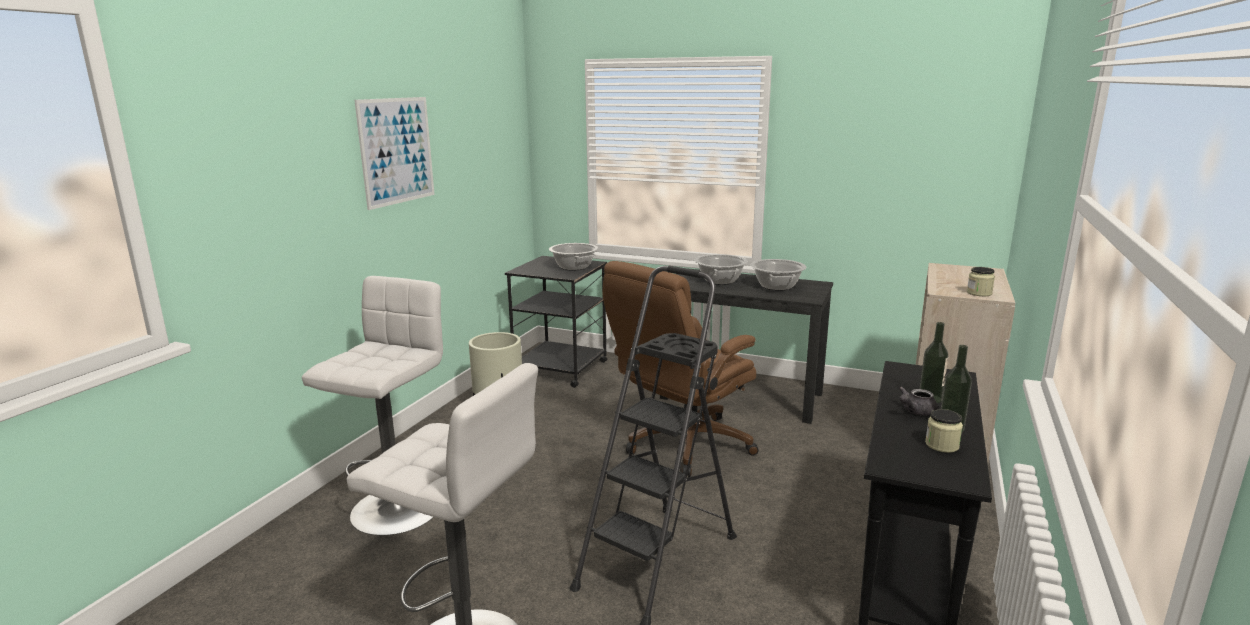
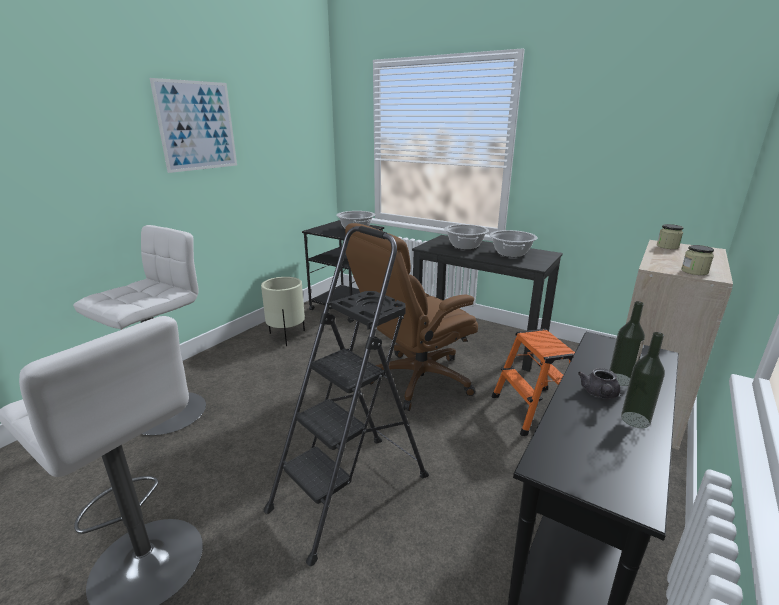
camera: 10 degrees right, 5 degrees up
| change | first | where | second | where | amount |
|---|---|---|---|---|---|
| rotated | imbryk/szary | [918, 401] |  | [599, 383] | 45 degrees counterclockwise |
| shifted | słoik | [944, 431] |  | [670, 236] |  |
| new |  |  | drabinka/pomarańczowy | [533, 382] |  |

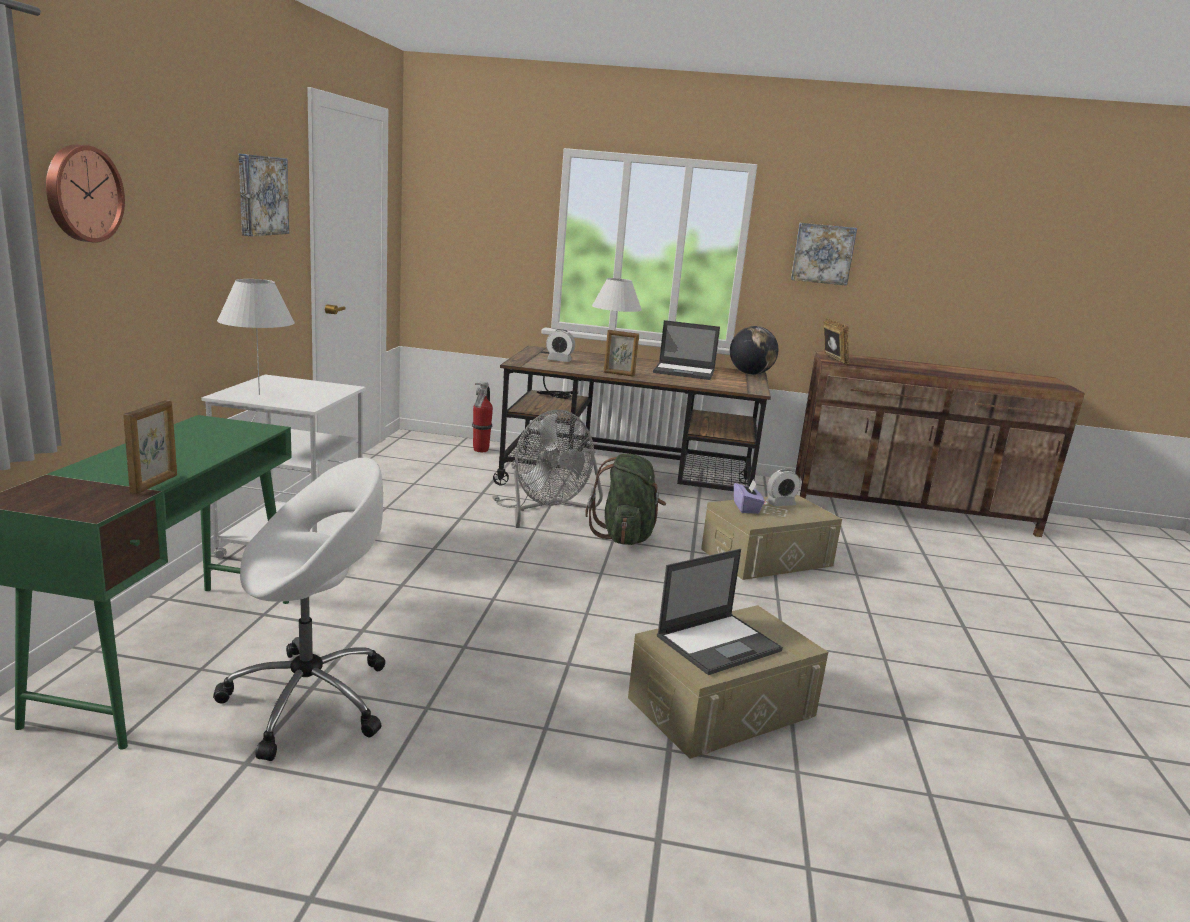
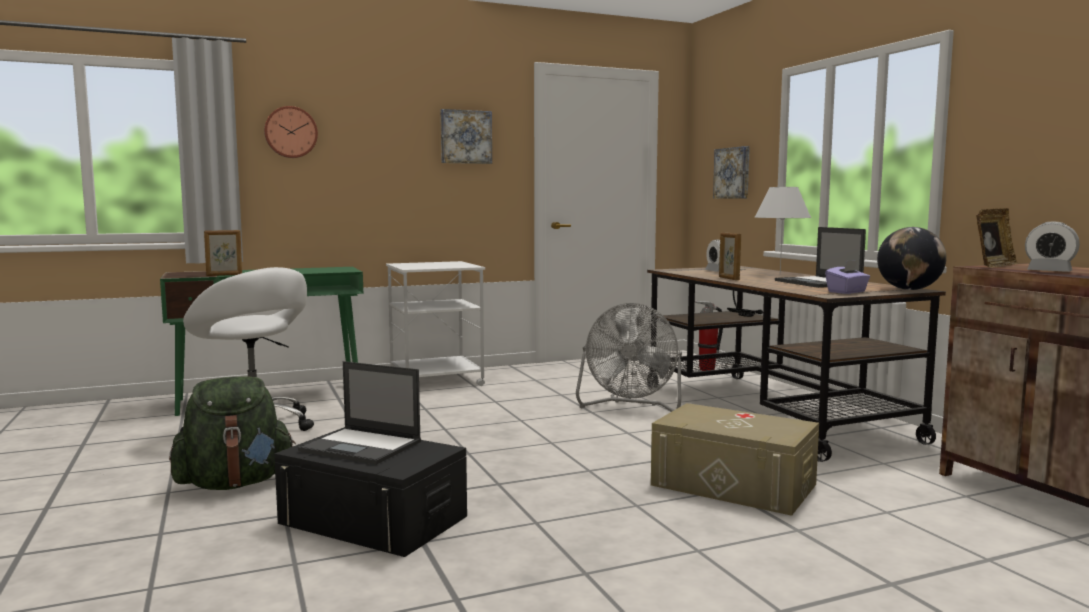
camera: 60 degrees right, 10 degrees down
| change | first | where | second | where | amount |
|---|---|---|---|---|---|
| shifted | obraz | [824, 254] |  | [731, 172] |  |
| gone | lampa stołowa/biały | [256, 337] |  |  |  |
| shifted | plecak/zielony | [625, 499] |  | [232, 433] |  |
| shifted | budzik | [783, 487] |  | [1052, 247] |  |
| shifted | pudełko chusteczek/fioletowy | [749, 497] |  | [847, 277] |  |
| repainted | pojemnik do przechowywania/beżowy | [728, 682] | pojemnik do przechowywania/czarny | [370, 492] |  |

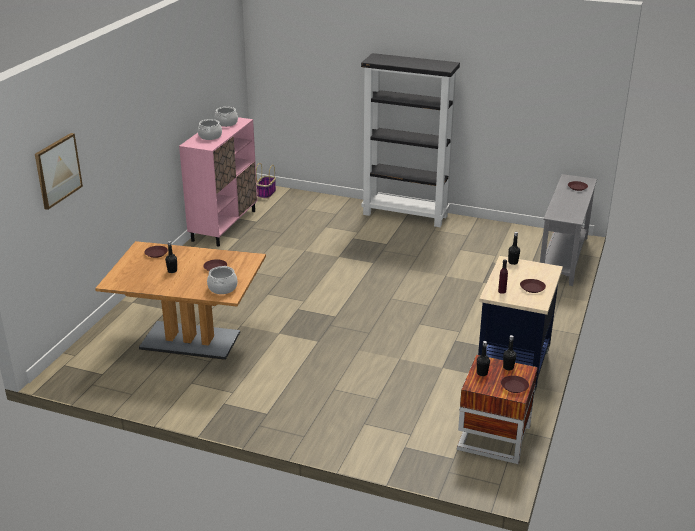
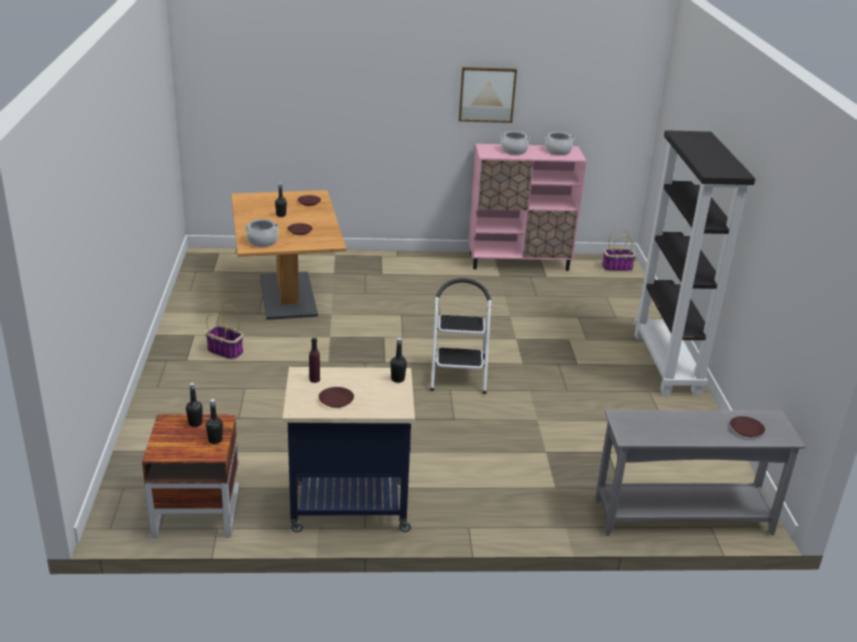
camera: 65 degrees right, 0 degrees up
| change | first | where | second | where | amount |
|---|---|---|---|---|---|
| shifted | obraz | [59, 171] |  | [488, 95] |  |
| gone | talerz/brązowy | [515, 384] |  |  |  |
| new |  |  | drabinka | [460, 336] |  |
| new |  |  | koszyk | [224, 332] |  |

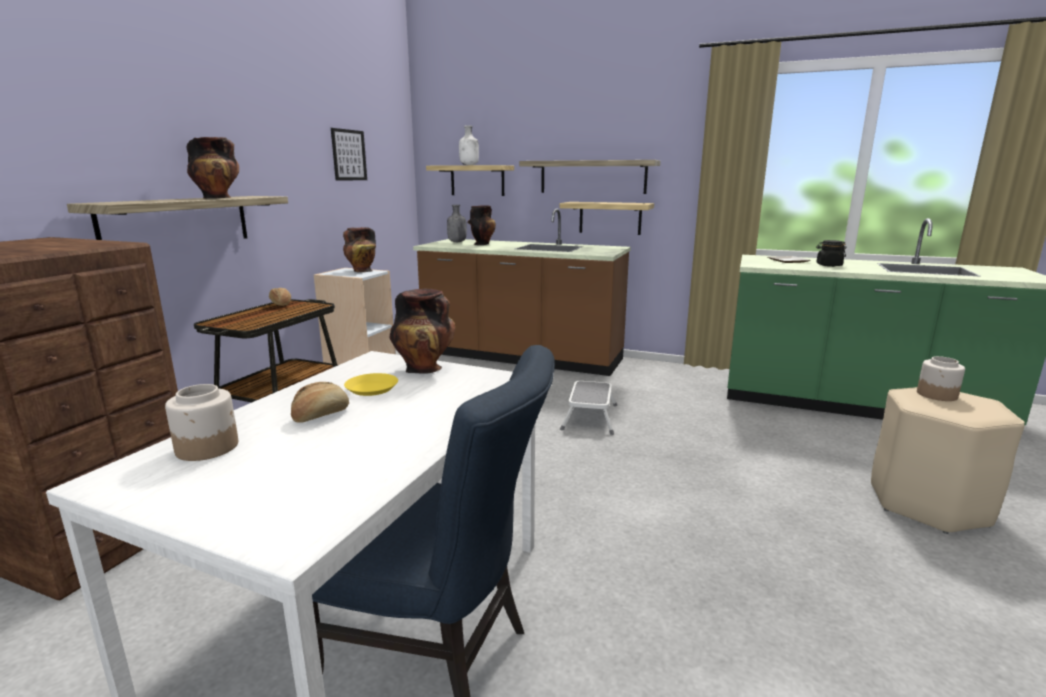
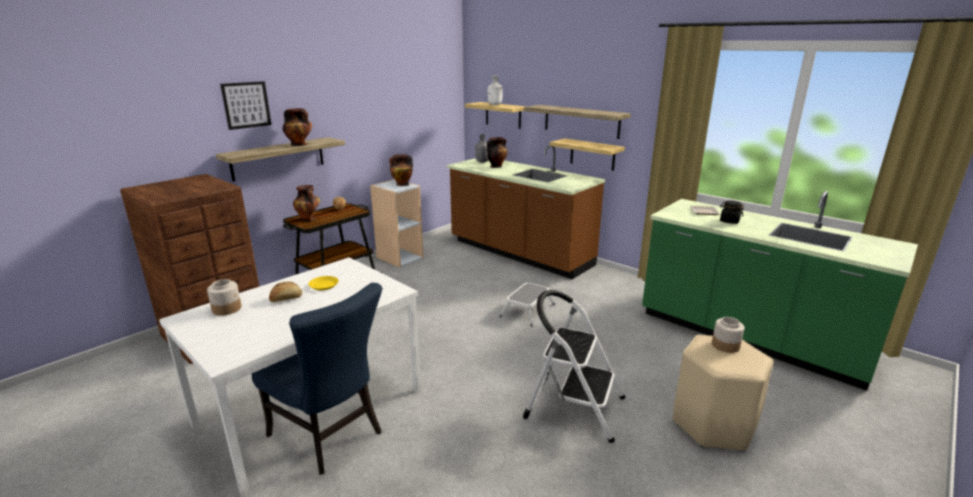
camera: 20 degrees right, 5 degrees up
| change | first | where | second | where | amount |
|---|---|---|---|---|---|
| shifted | obraz | [349, 154] |  | [246, 105] |  |
| shifted | wazon | [422, 331] |  | [306, 203] |  |
| new |  |  | drabinka | [574, 366] |  |

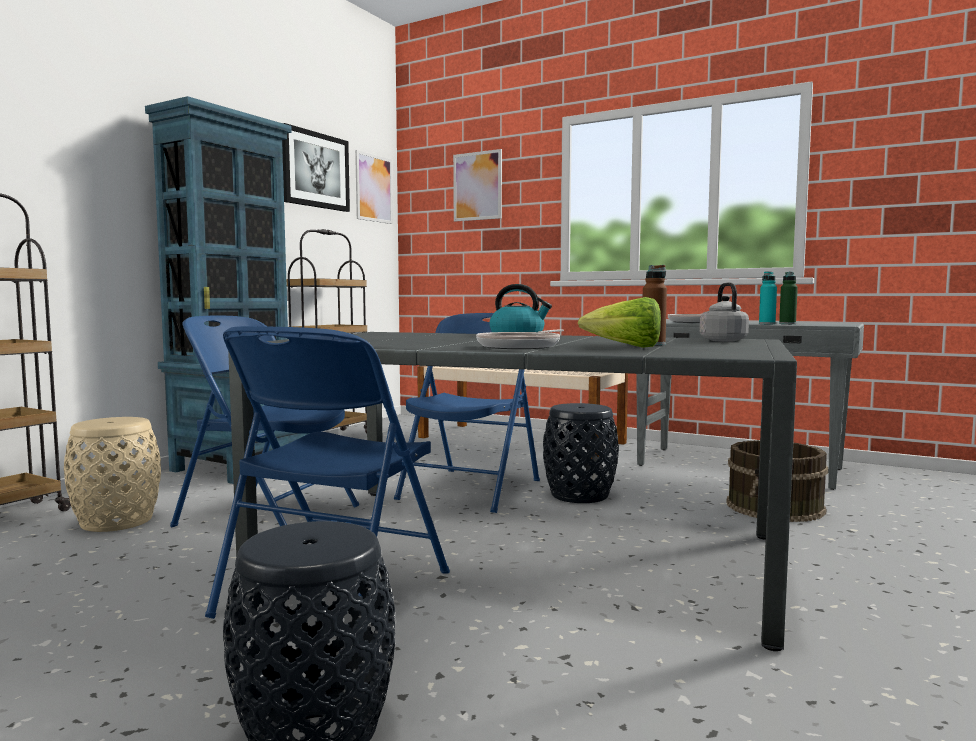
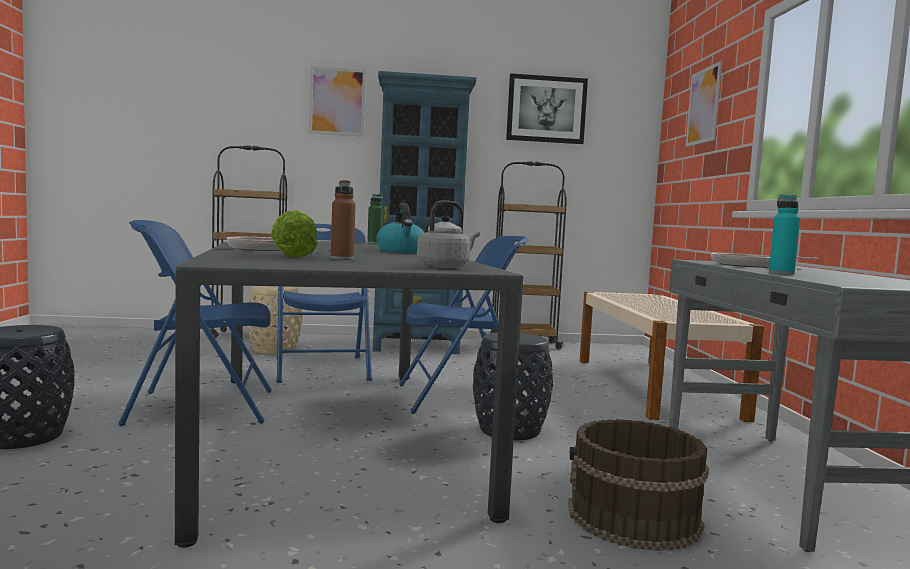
camera: 55 degrees right, 0 degrees up
| change | first | where | second | where | amount |
|---|---|---|---|---|---|
| shifted | obraz | [374, 187] |  | [337, 101] |  |
| shifted | butelka/zielony | [788, 298] |  | [375, 219] |  |

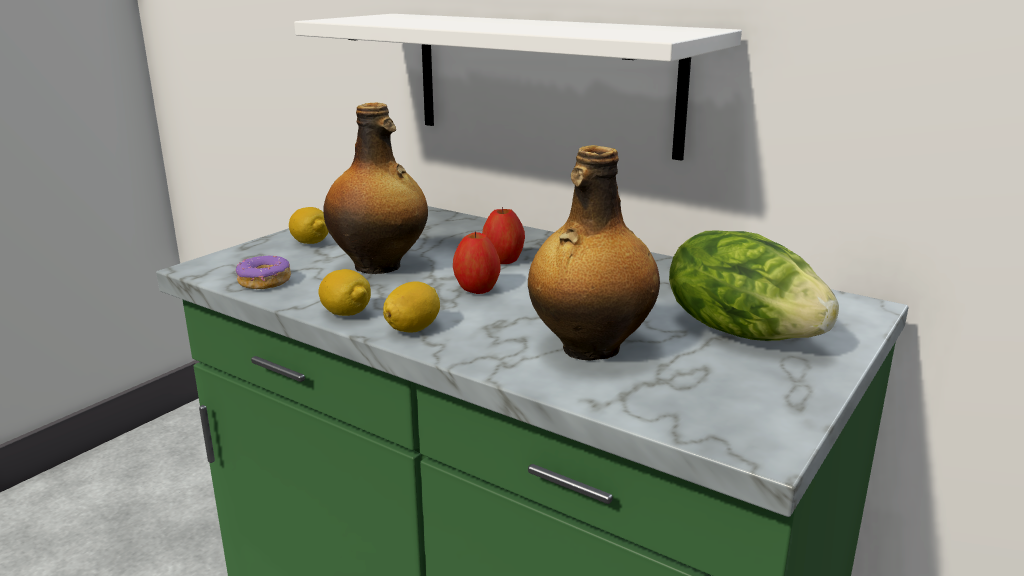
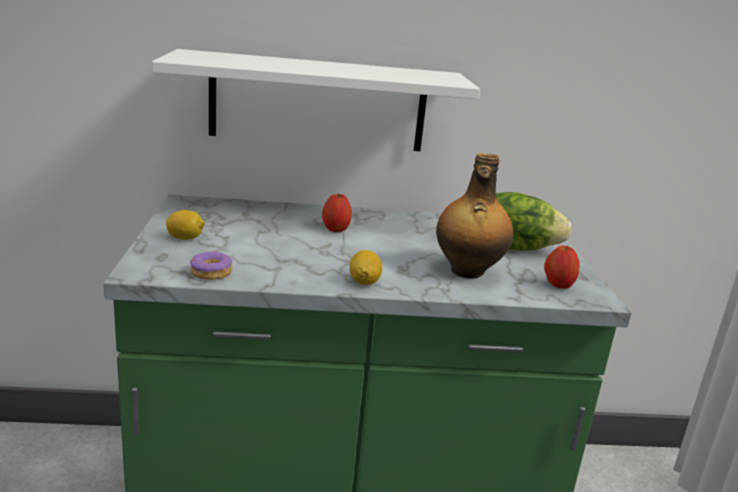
camera: 40 degrees left, 0 degrees up
| change | first | where | second | where | amount |
|---|---|---|---|---|---|
| gone | butelka | [375, 188] |  |  |  |
| shifted | jabłko | [477, 262] |  | [562, 267] |  |
| gone | cytryna | [344, 292] |  |  |  |

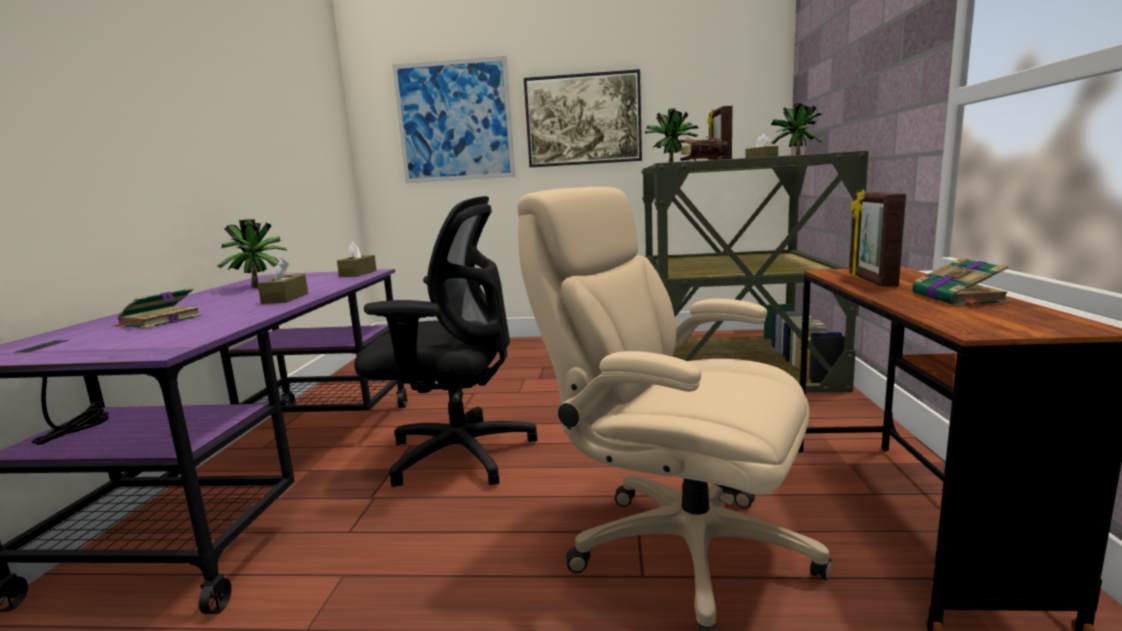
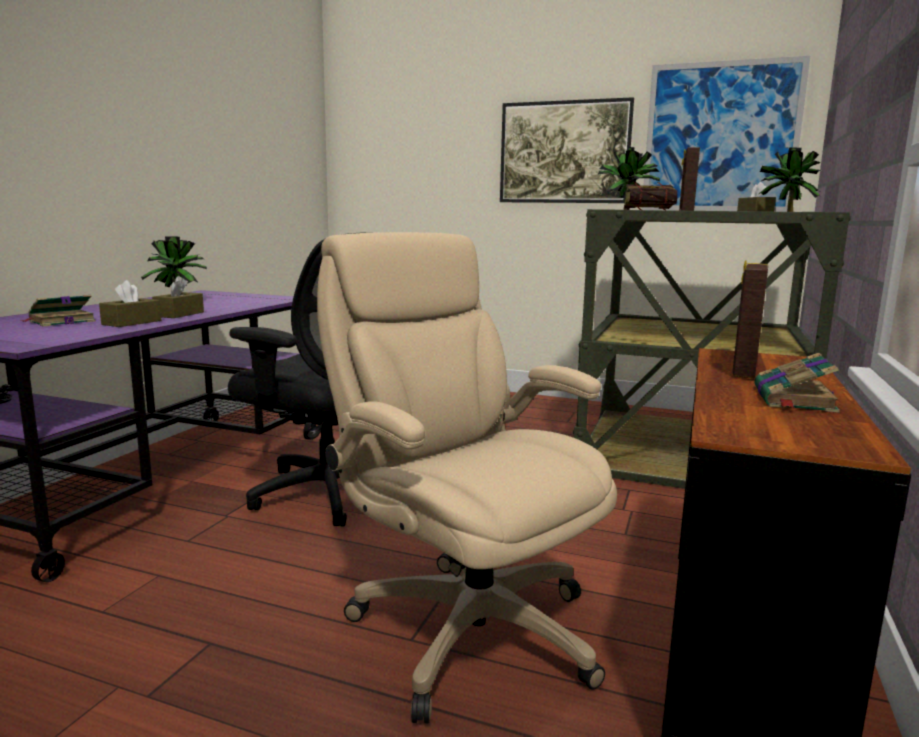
camera: 15 degrees right, 0 degrees up
| change | first | where | second | where | amount |
|---|---|---|---|---|---|
| shifted | obraz | [453, 119] |  | [726, 134] |  |
| shifted | pudełko chusteczek/brązowy | [357, 259] |  | [130, 303] |  |

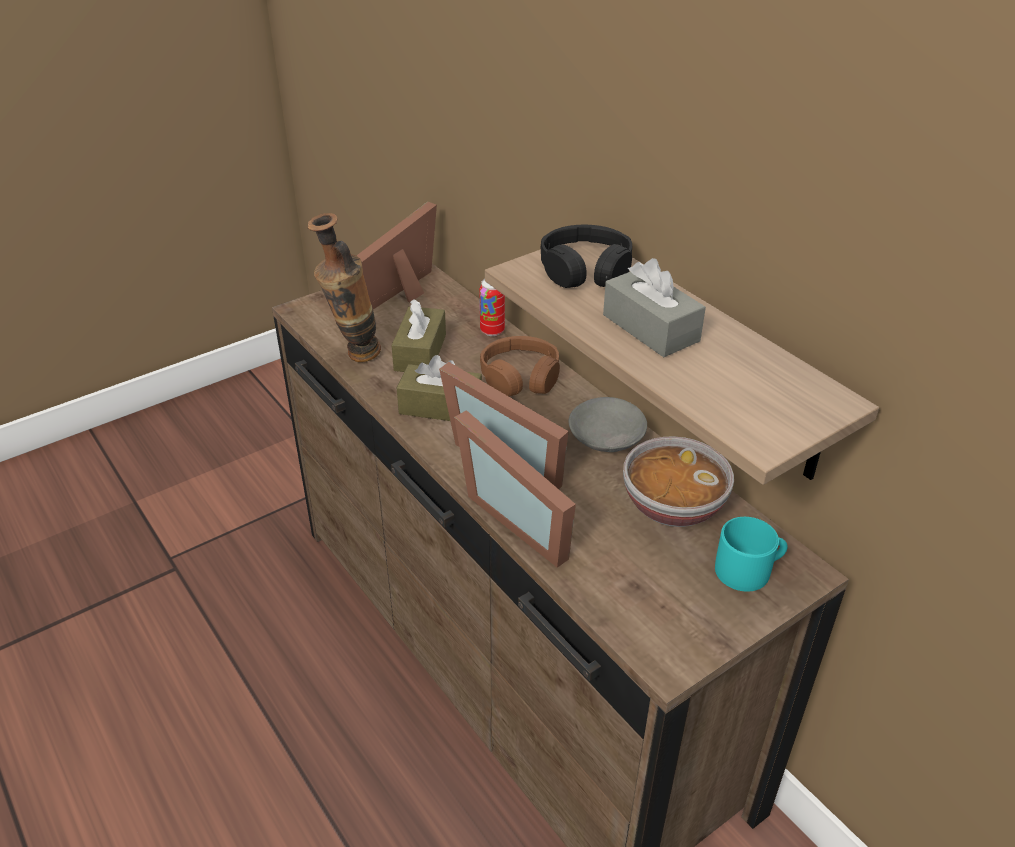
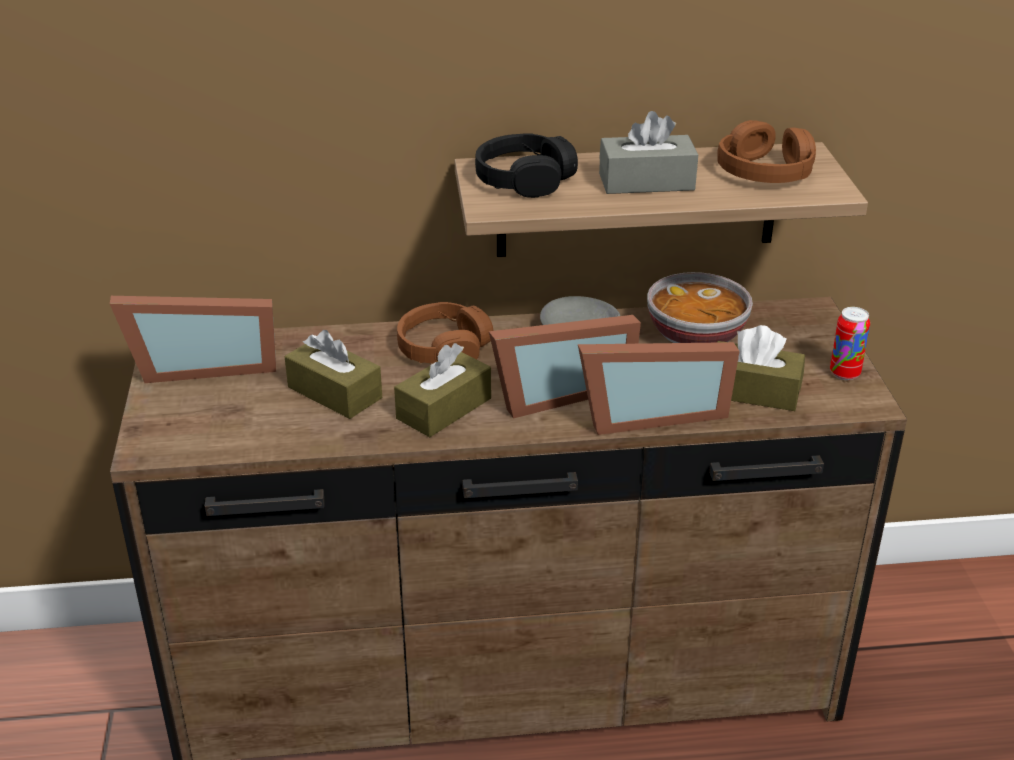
camera: 60 degrees left, 5 degrees down
| change | first | where | second | where | amount |
|---|---|---|---|---|---|
| rotated | ramka na zdjęcie | [396, 255] |  | [193, 339] | 75 degrees counterclockwise |
| gone | wazon | [344, 287] |  |  |  |
| shifted | puszka | [492, 307] |  | [850, 343] |  |
| gone | kubek/turkusowy | [751, 554] |  |  |  |
| new |  |  | słuchawki/brązowy | [766, 151] |  |
| new |  |  | pudełko chusteczek/brązowy | [761, 368] |  |

